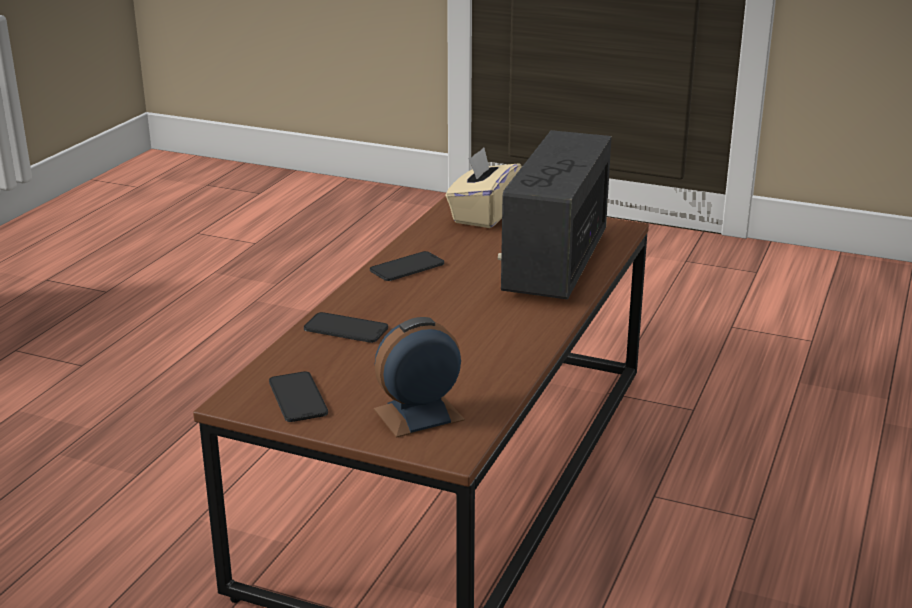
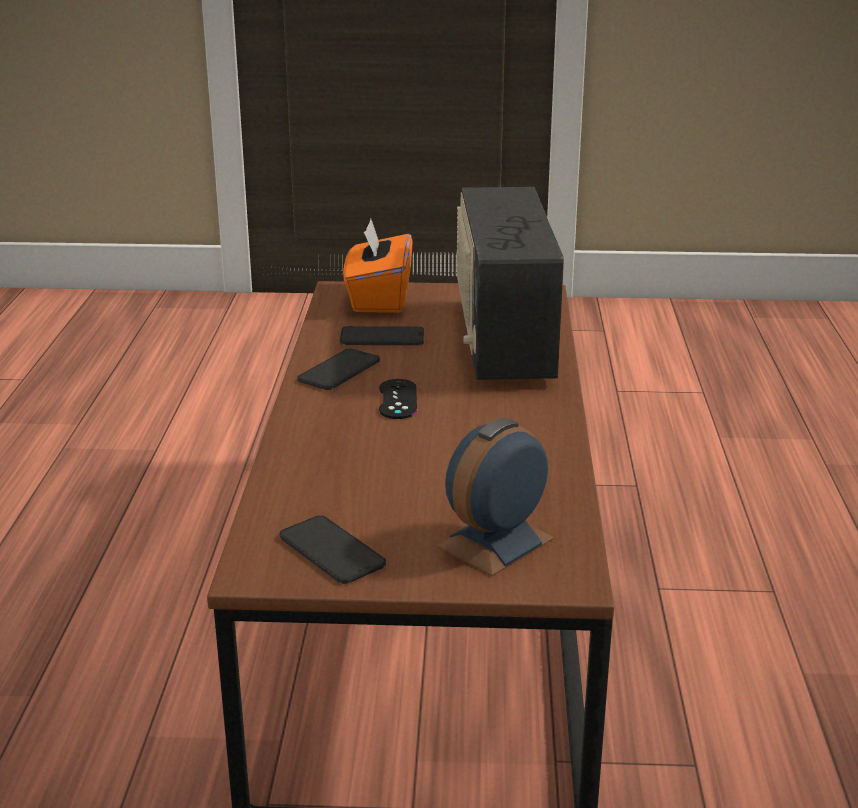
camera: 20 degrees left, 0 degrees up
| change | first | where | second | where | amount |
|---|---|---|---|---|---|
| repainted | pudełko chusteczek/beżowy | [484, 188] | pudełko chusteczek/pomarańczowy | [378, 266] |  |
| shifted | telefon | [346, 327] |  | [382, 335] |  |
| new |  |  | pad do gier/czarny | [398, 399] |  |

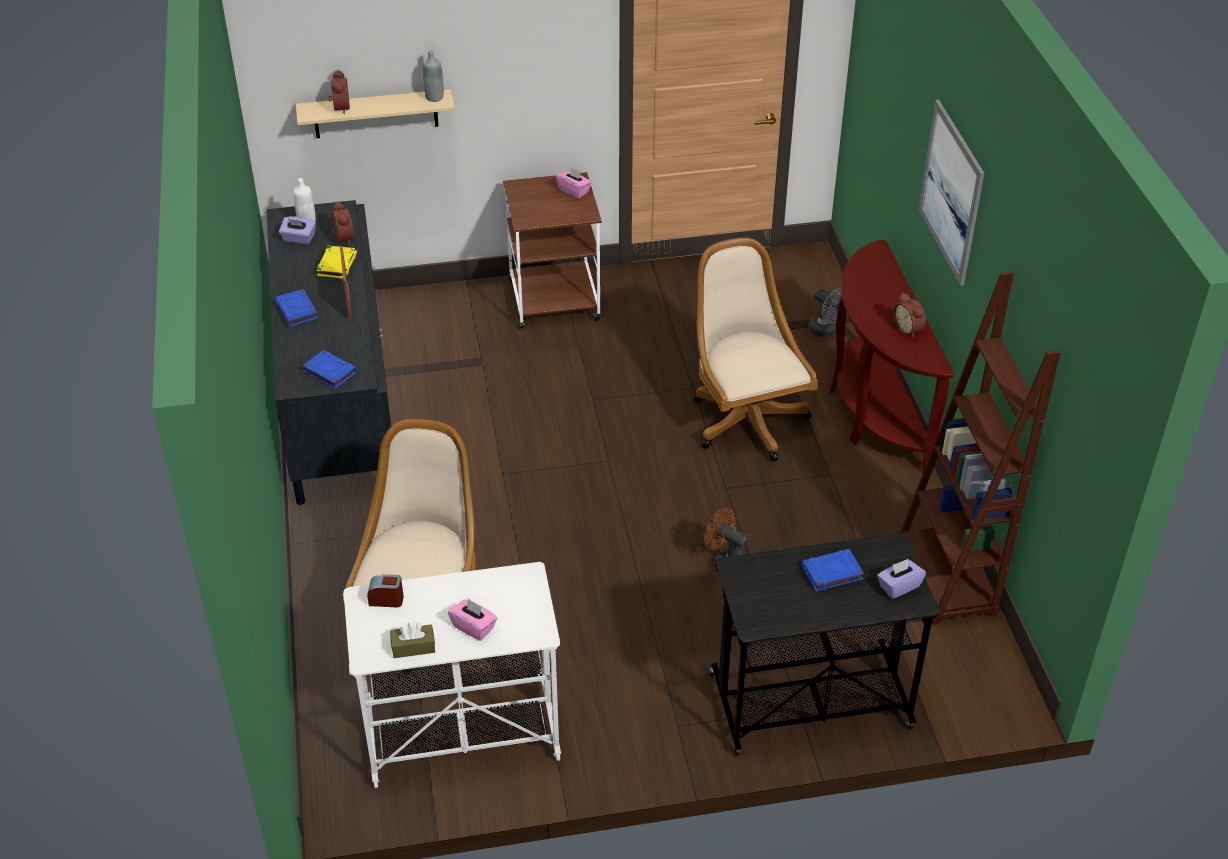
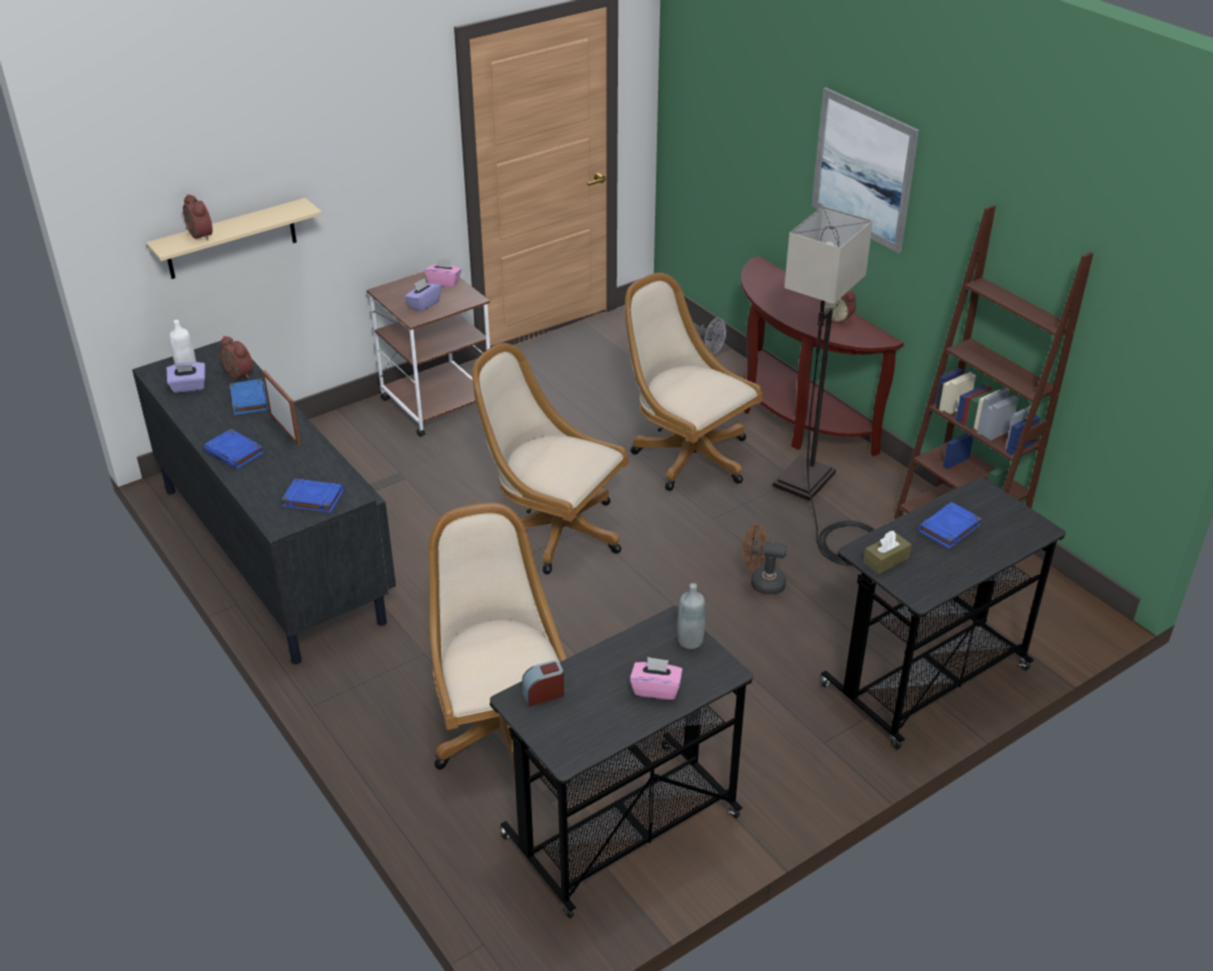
camera: 25 degrees left, 5 degrees down
| change | first | where | second | where | amount |
|---|---|---|---|---|---|
| shifted | butelka/szary | [433, 76] |  | [691, 616] |  |
| repainted | książka/żółty | [337, 262] | książka/niebieski | [248, 397] |  |
| shifted | pudełko chusteczek/fioletowy | [901, 579] |  | [423, 295] |  |
| repainted | biurko/biały | [452, 675] | biurko/czarny | [621, 762] |  |
| shifted | pudełko chusteczek/brązowy | [412, 640] |  | [887, 552] |  |
| new |  |  | lampa stojąca | [824, 387] |  |
| new |  |  | krzesło biurowe | [550, 458] |  |

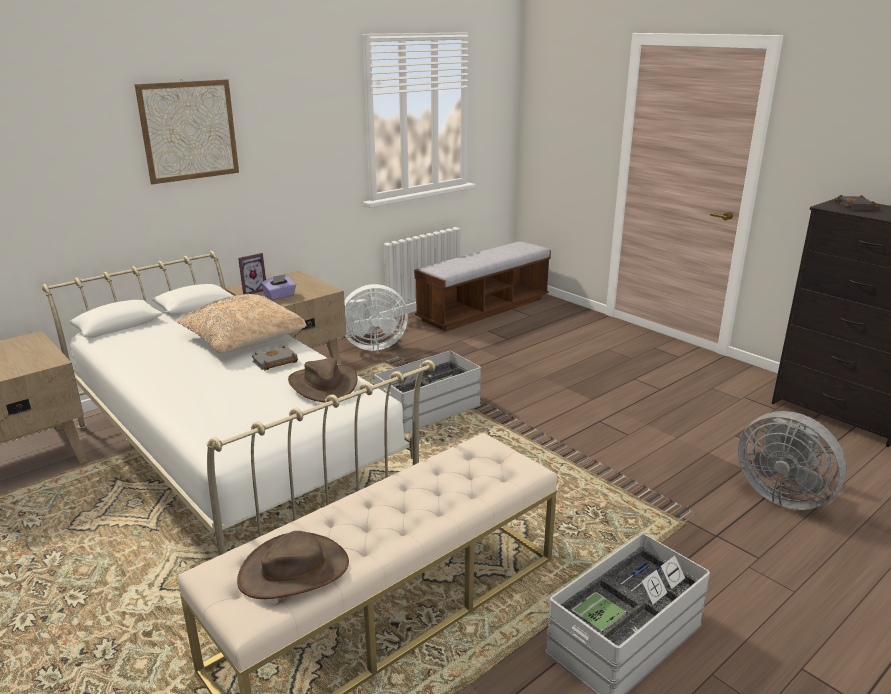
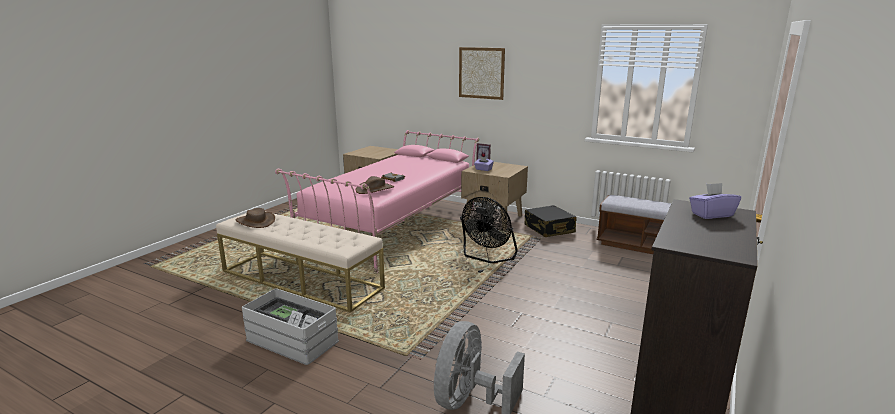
camera: 70 degrees right, 5 degrees down
| change | first | where | second | where | amount |
|---|---|---|---|---|---|
| swapped | książka/czarny | [856, 202] | pudełko chusteczek/fioletowy | [715, 201] |  |
| repainted | łóżko/biały | [238, 403] | łóżko/różowy | [377, 201] |  |
| swapped | wentylator/biały | [376, 317] | walizka/czarny | [551, 221] |  |
| gone | poduszka/beżowy | [241, 323] |  |  |  |
| swapped | pojemnik do przechowywania/szary | [427, 392] | wentylator/czarny | [489, 235] |  |

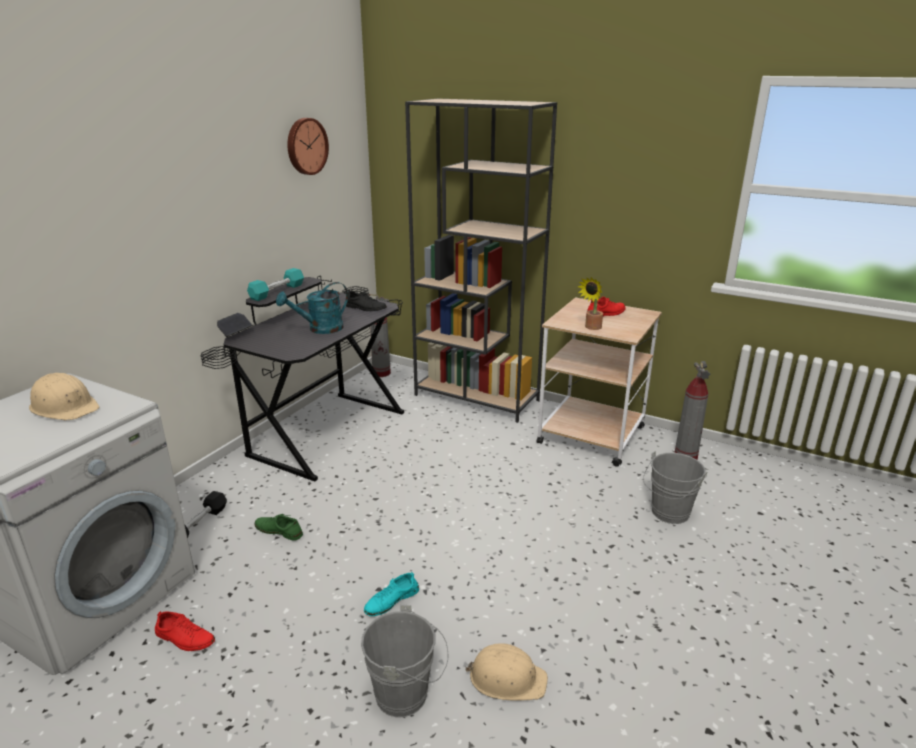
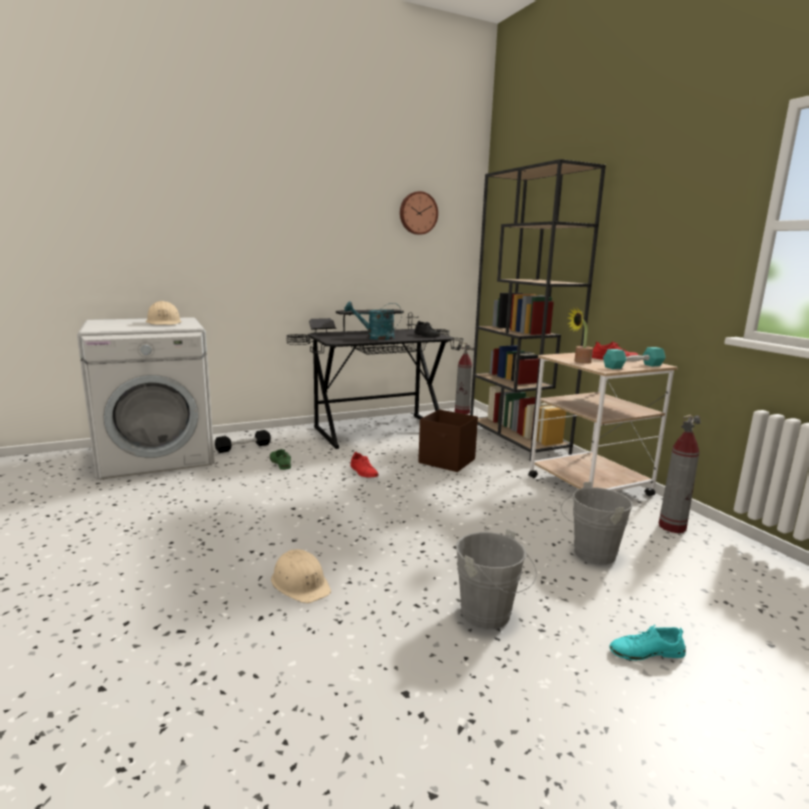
camera: 35 degrees right, 10 degrees down
| change | first | where | second | where | amount |
|---|---|---|---|---|---|
| shifted | hantel/turkusowy | [275, 284] |  | [634, 358] |  |
| shifted | but/turkusowy | [391, 594] |  | [647, 643] |  |
| shifted | wiadro/szary | [404, 661] |  | [496, 579] |  |
| shifted | but/czerwony | [185, 631] |  | [364, 464] |  |
| new |  |  | pojemnik do przechowywania/brązowy | [448, 440] |  |

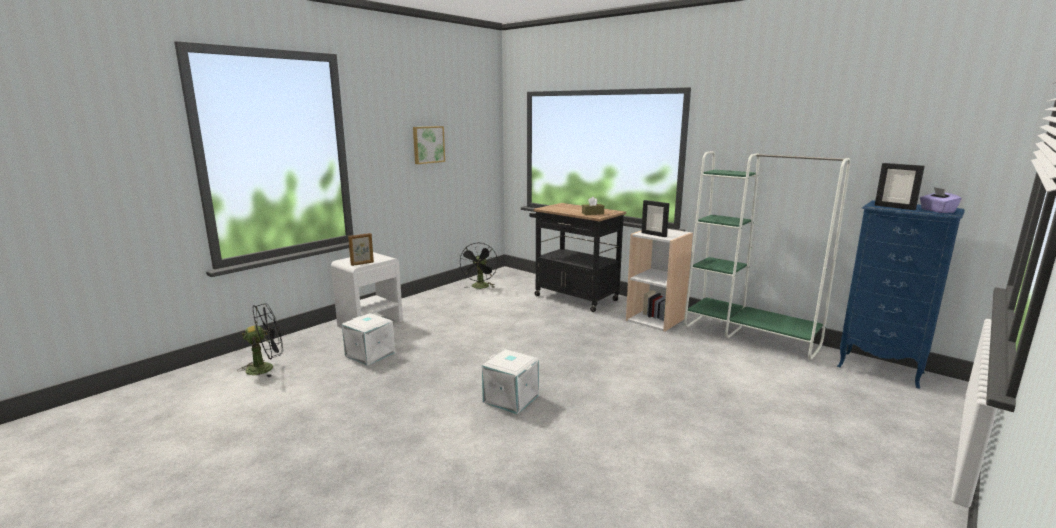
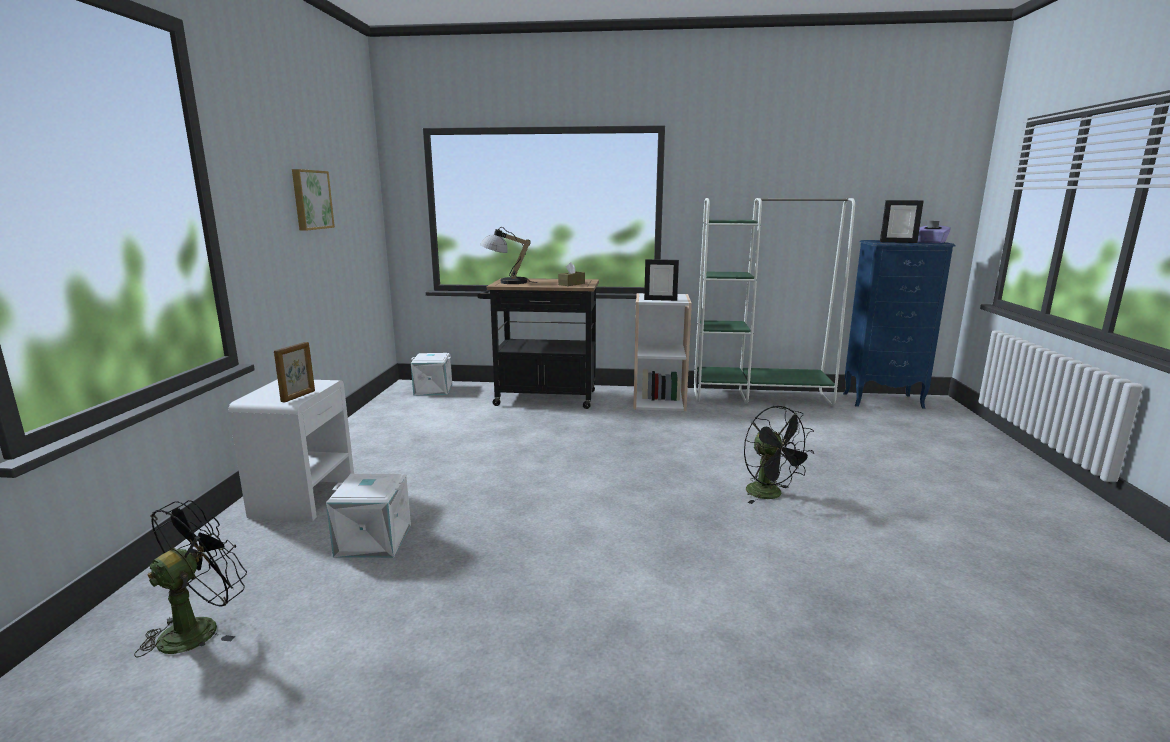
camera: 35 degrees left, 0 degrees up
| change | first | where | second | where | amount |
|---|---|---|---|---|---|
| shifted | wentylator/czarny | [478, 266] |  | [779, 455] |  |
| shifted | pojemnik do przechowywania/biały | [510, 381] |  | [431, 374] |  |
| new |  |  | lampa stołowa | [508, 255] |  |

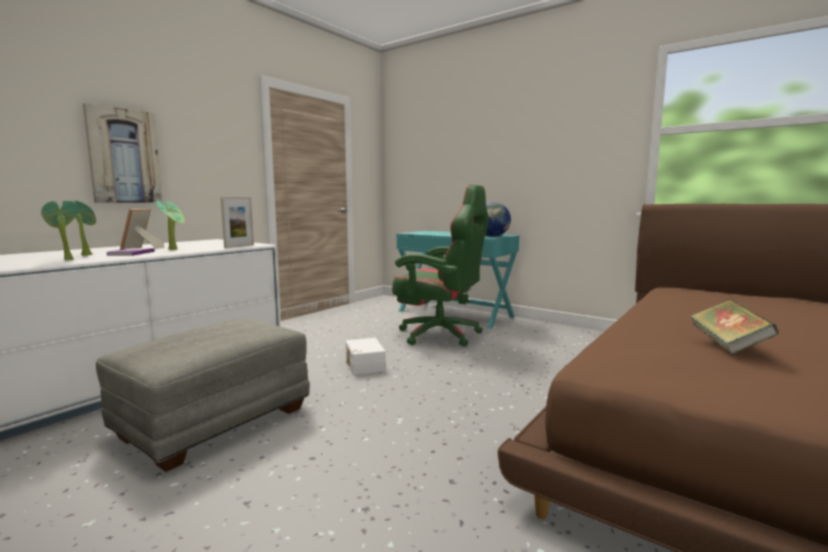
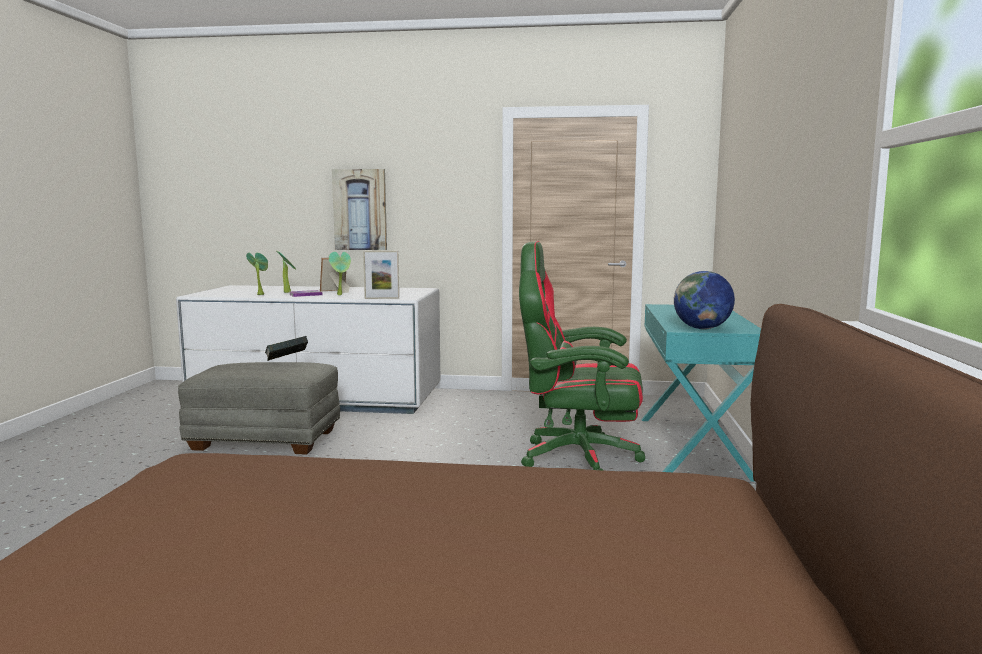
camera: 60 degrees right, 0 degrees up
| change | first | where | second | where | amount |
|---|---|---|---|---|---|
| rotated | krzesło biurowe/zielony | [440, 265] |  | [582, 356] | 105 degrees clockwise |
| shifted | książka | [734, 326] |  | [286, 348] |  |
| gone | pojemnik do przechowywania/biały | [366, 356] |  |  |  |

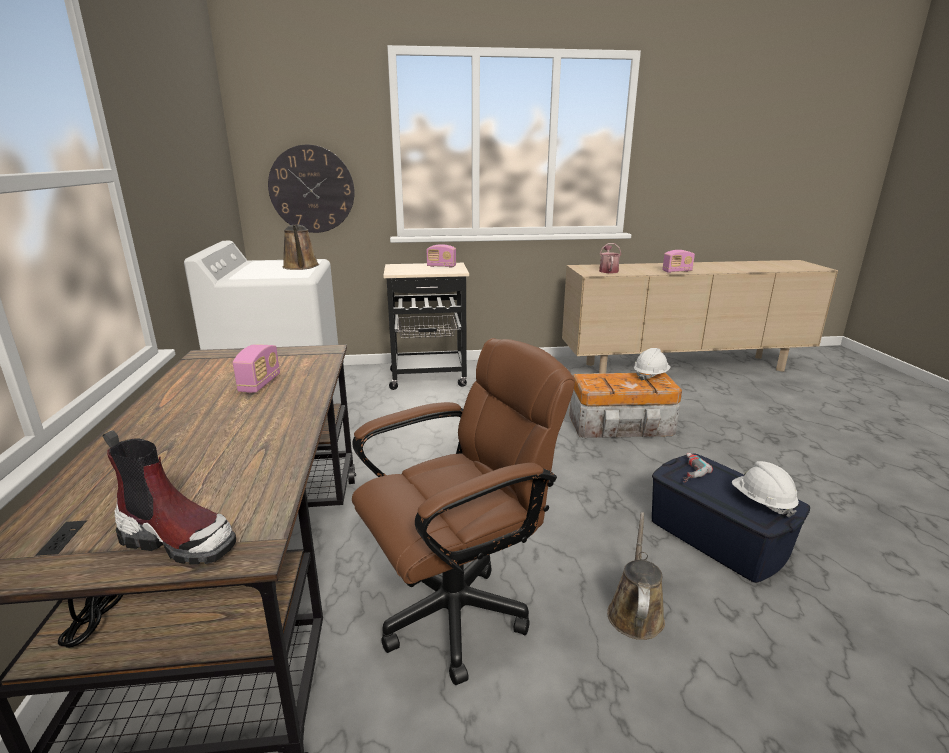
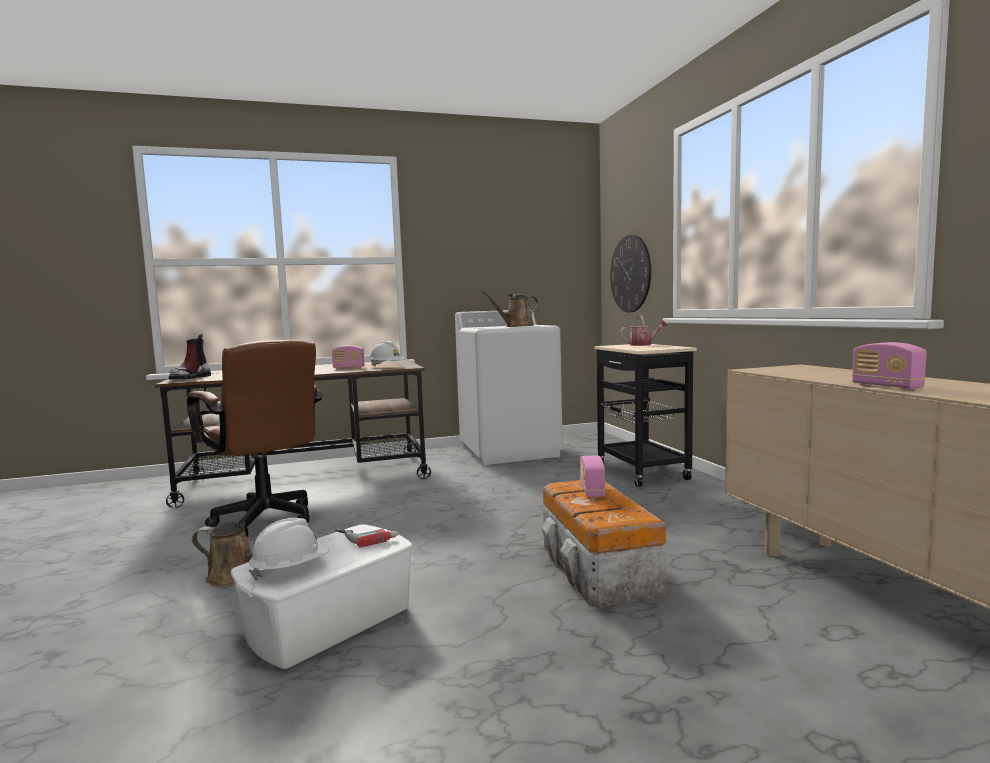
camera: 80 degrees right, 15 degrees down
| change | first | where | second | where | amount |
|---|---|---|---|---|---|
| shifted | konewka | [610, 258] |  | [644, 330] |  |
| shifted | radio | [441, 256] |  | [593, 476] |  |
| shifted | kask/biały | [652, 364] |  | [387, 353] |  |
| repainted | pojemnik do przechowywania/niebieski | [731, 518] | pojemnik do przechowywania/biały | [322, 596] |  |

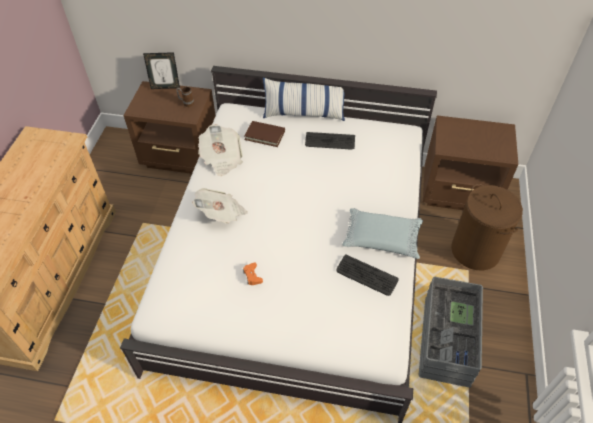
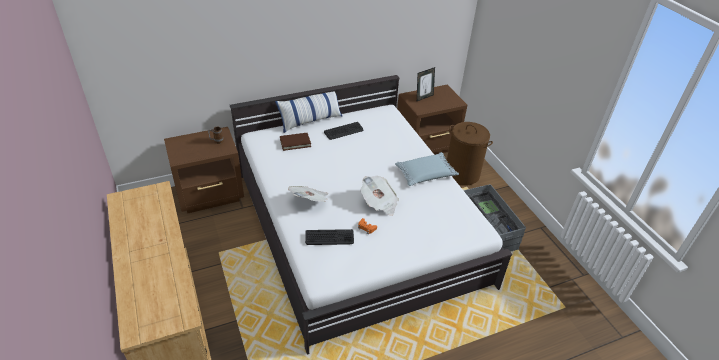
camera: 35 degrees left, 10 degrees down
| change | first | where | second | where | amount |
|---|---|---|---|---|---|
| shifted | ramka na zdjęcie | [161, 70] |  | [426, 84] |  |
| shifted | gazeta | [220, 150] |  | [379, 196] |  |
| shifted | klawiatura | [367, 275] |  | [329, 237] |  |

